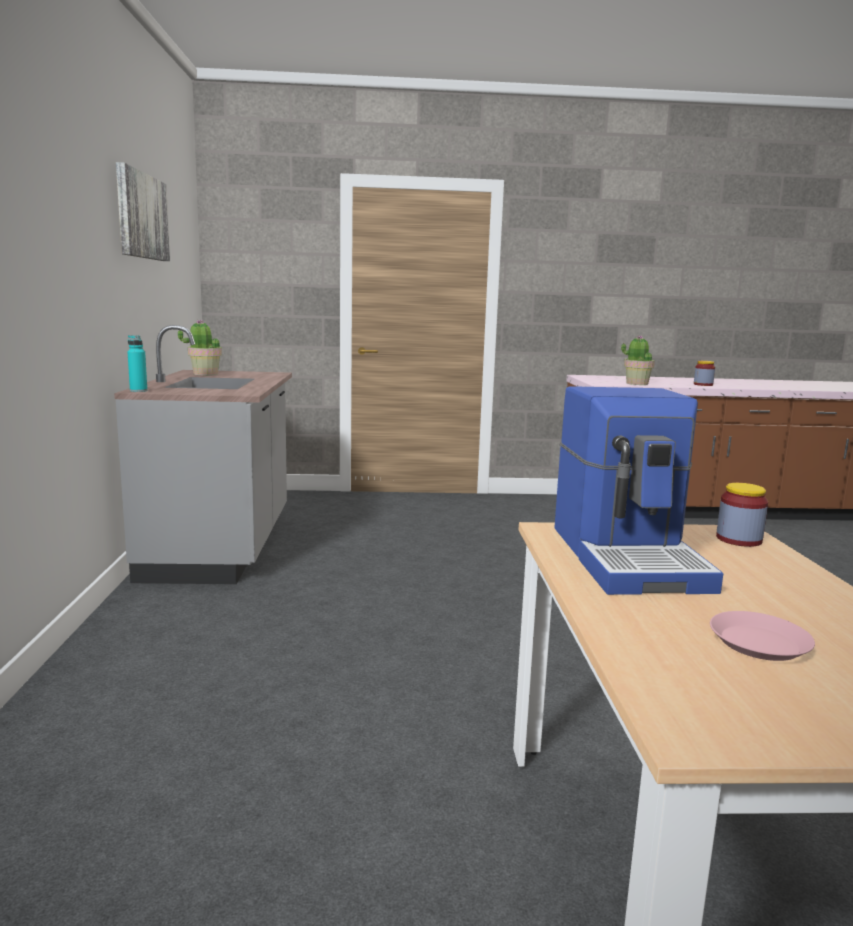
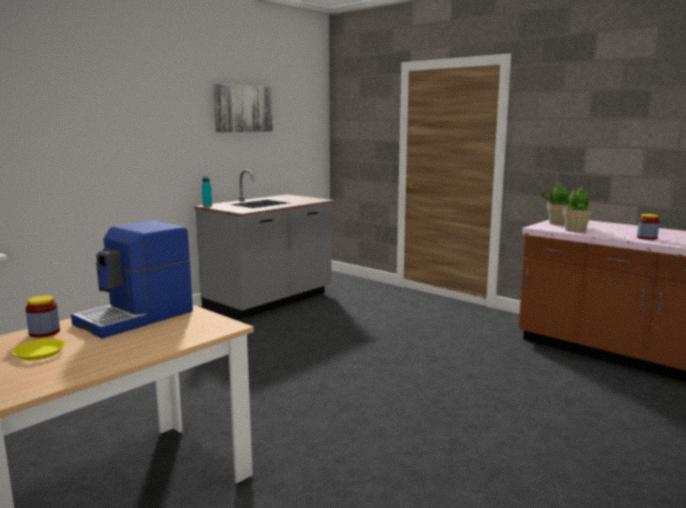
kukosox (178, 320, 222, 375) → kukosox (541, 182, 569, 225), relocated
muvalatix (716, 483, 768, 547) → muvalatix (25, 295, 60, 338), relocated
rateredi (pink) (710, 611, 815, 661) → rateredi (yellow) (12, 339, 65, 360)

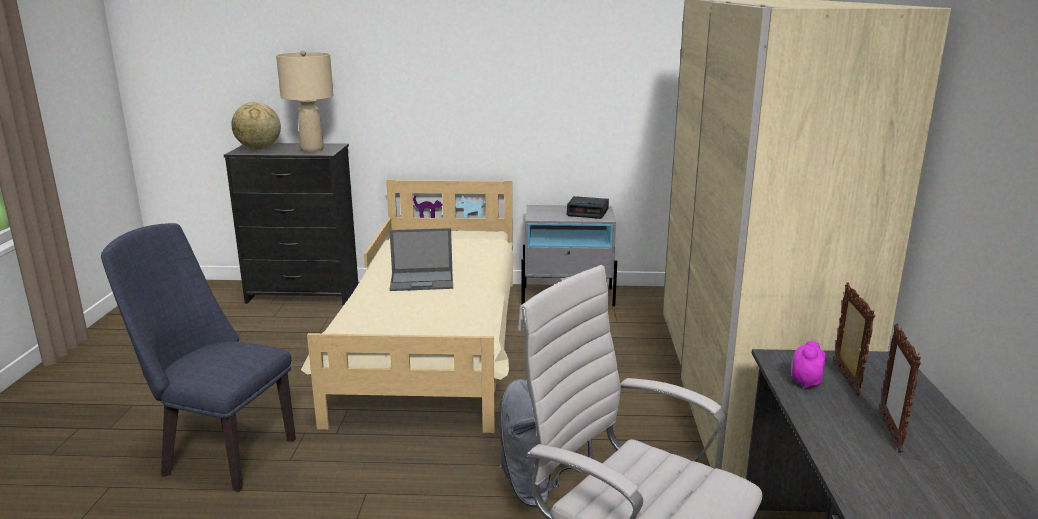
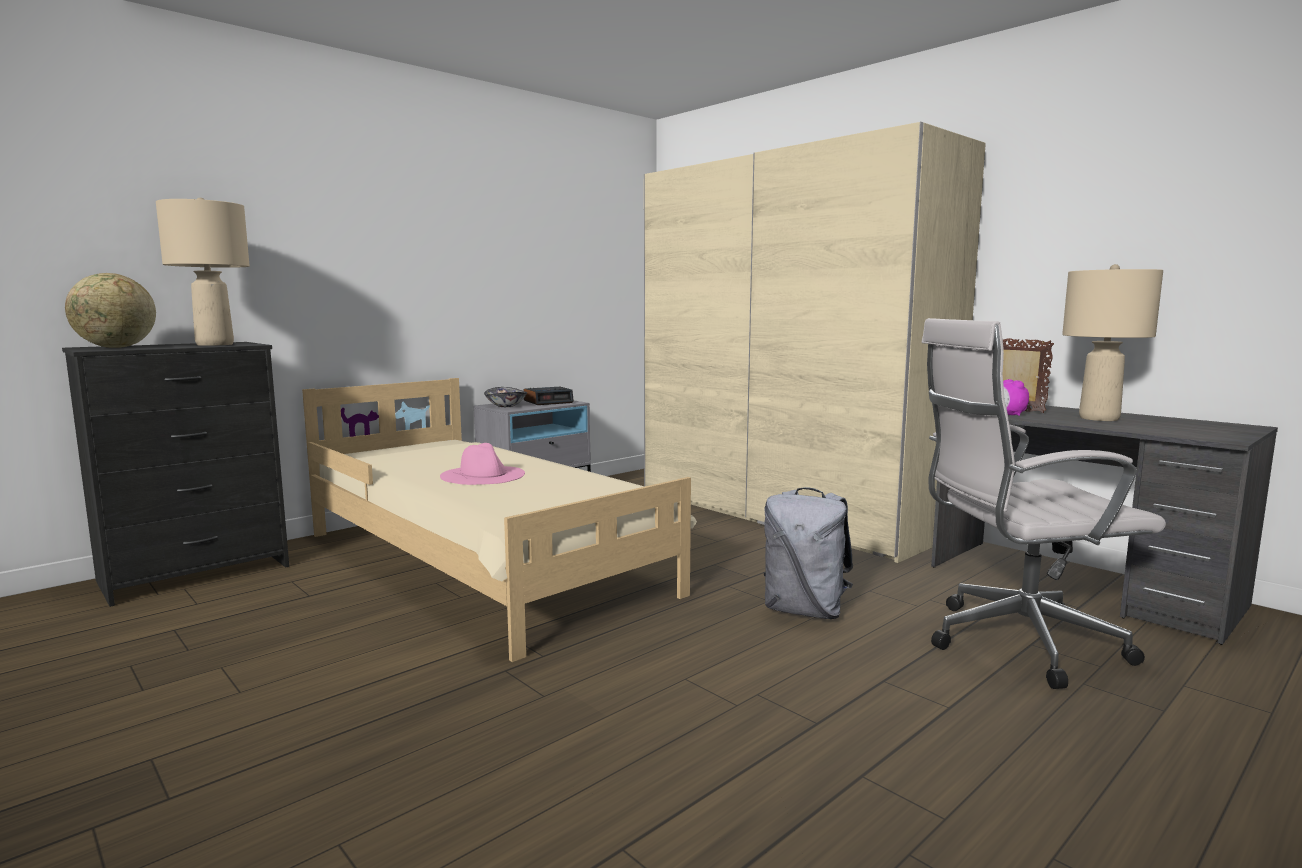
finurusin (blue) (101, 223, 296, 492) → -
- → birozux (484, 387, 527, 407)
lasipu (389, 228, 453, 291) → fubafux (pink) (440, 443, 525, 485)
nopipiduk (880, 324, 921, 453) → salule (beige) (1062, 264, 1163, 421)

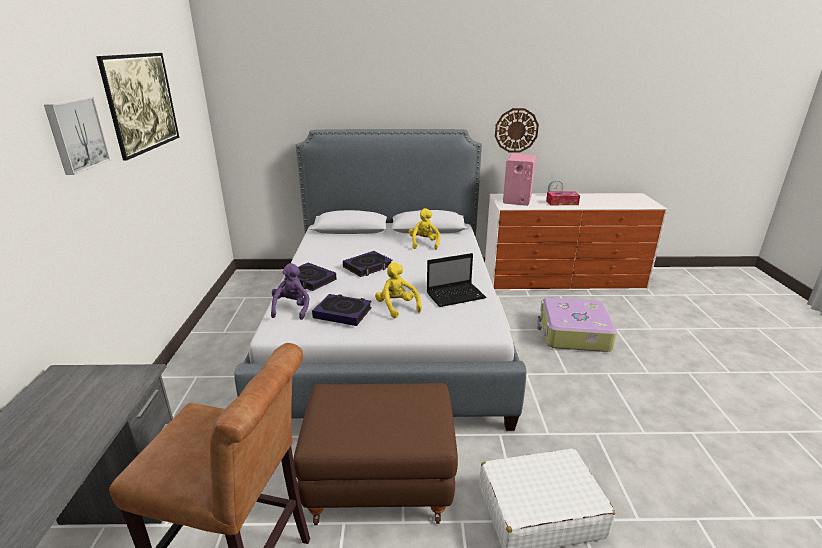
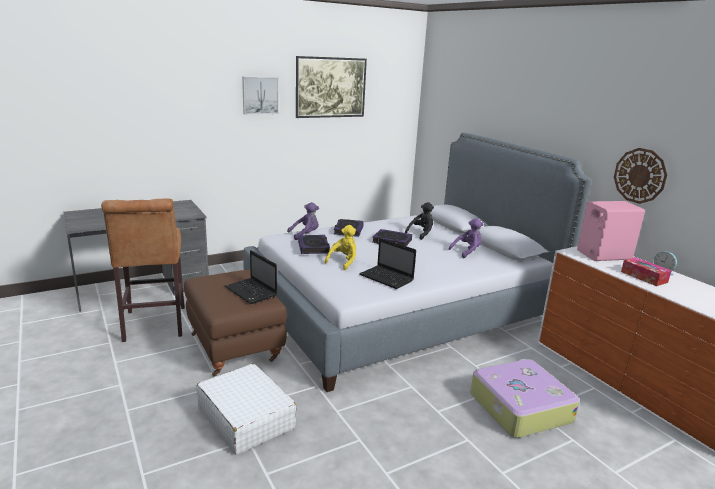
- → lasipu (225, 250, 277, 304)
- → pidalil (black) (405, 202, 434, 240)
pidalil (yellow) (409, 208, 440, 250) → pidalil (purple) (449, 218, 484, 258)

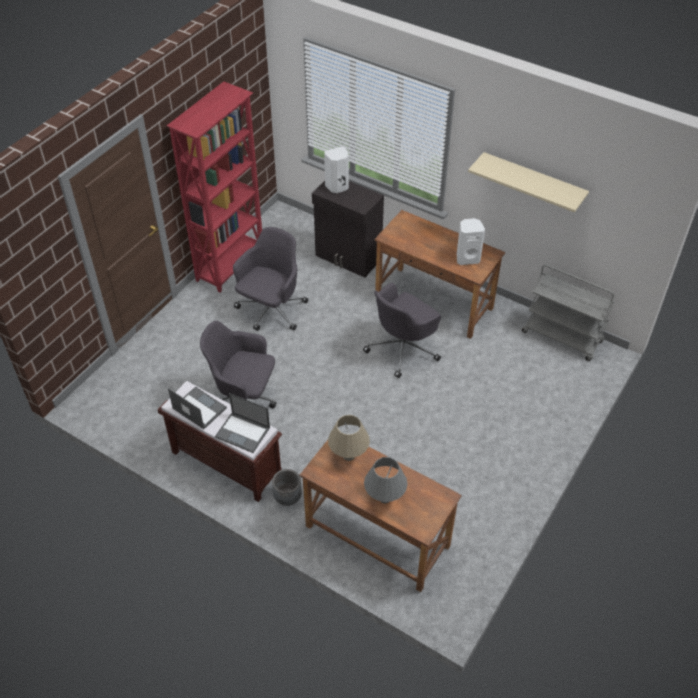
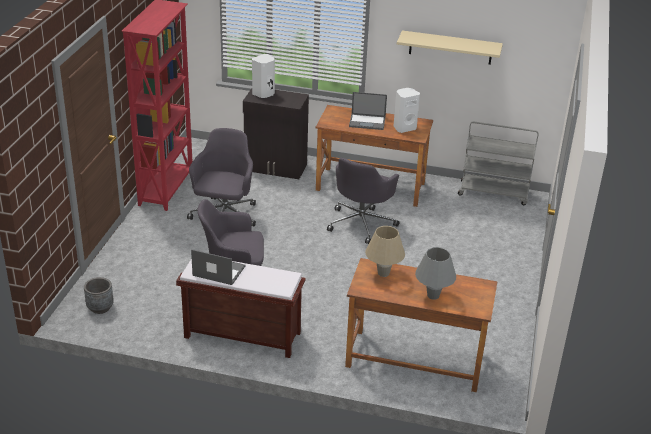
lasipu (215, 393, 270, 453) → lasipu (349, 92, 387, 130), relocated
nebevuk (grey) (272, 469, 302, 506) → nebevuk (grey) (84, 277, 114, 314), relocated

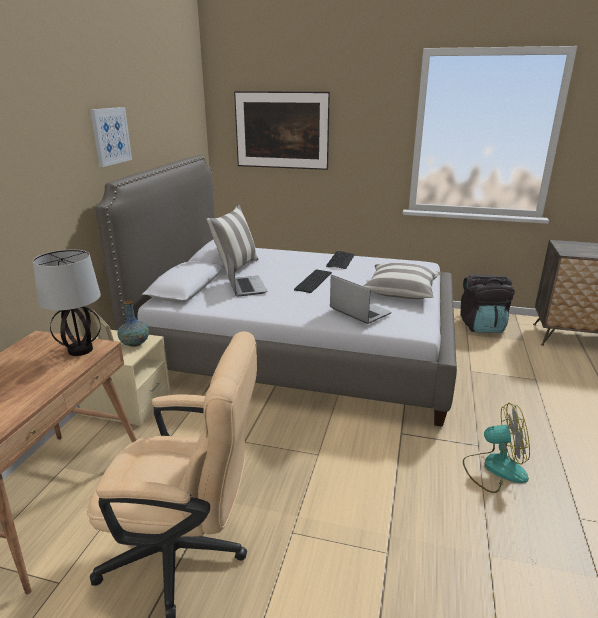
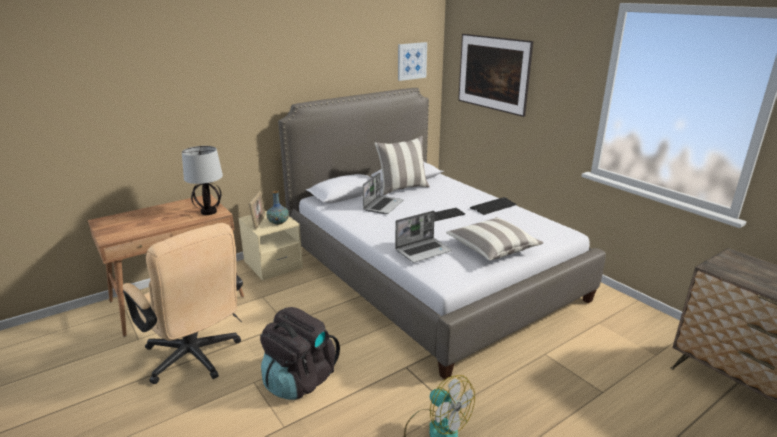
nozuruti (90, 107, 132, 167) → nozuruti (398, 42, 427, 81), relocated
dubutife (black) (461, 274, 515, 333) → dubutife (black) (260, 307, 340, 400), relocated
lasipu (330, 275, 391, 324) → lasipu (395, 211, 452, 263), 60 degrees clockwise

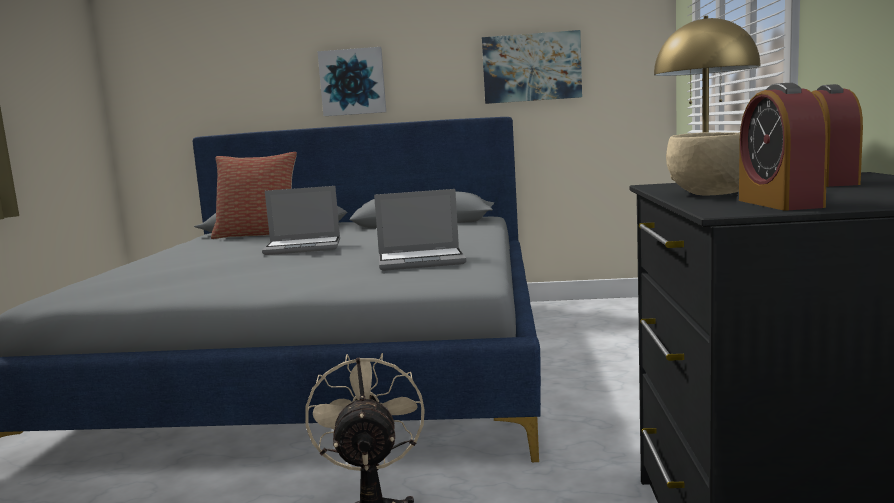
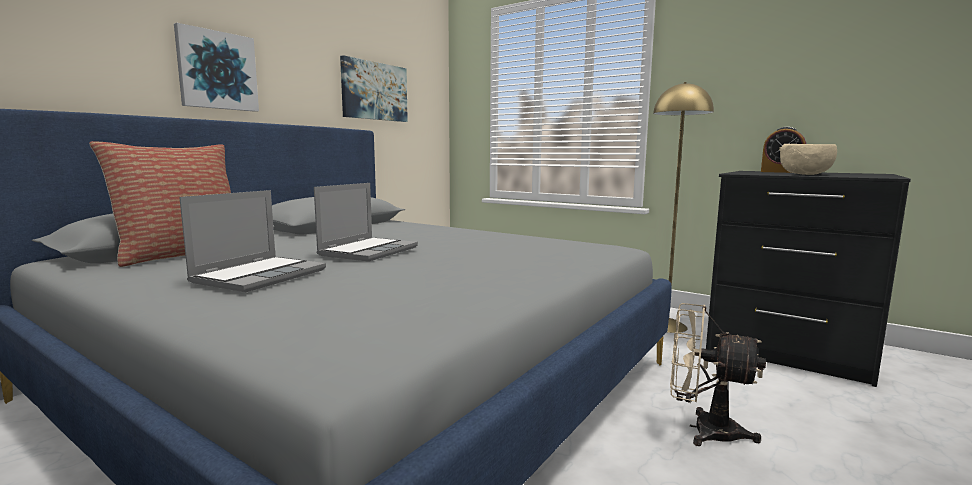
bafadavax (739, 83, 828, 210) → -
lasipu (374, 189, 466, 271) → lasipu (179, 190, 326, 292), relocated

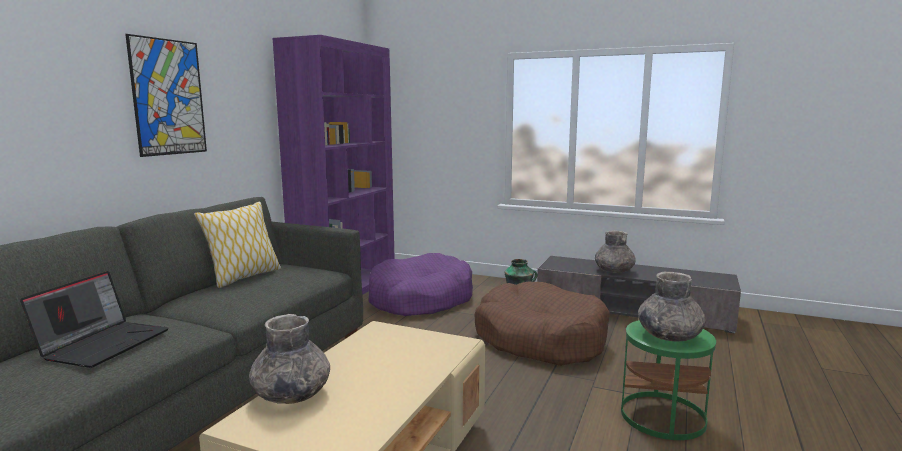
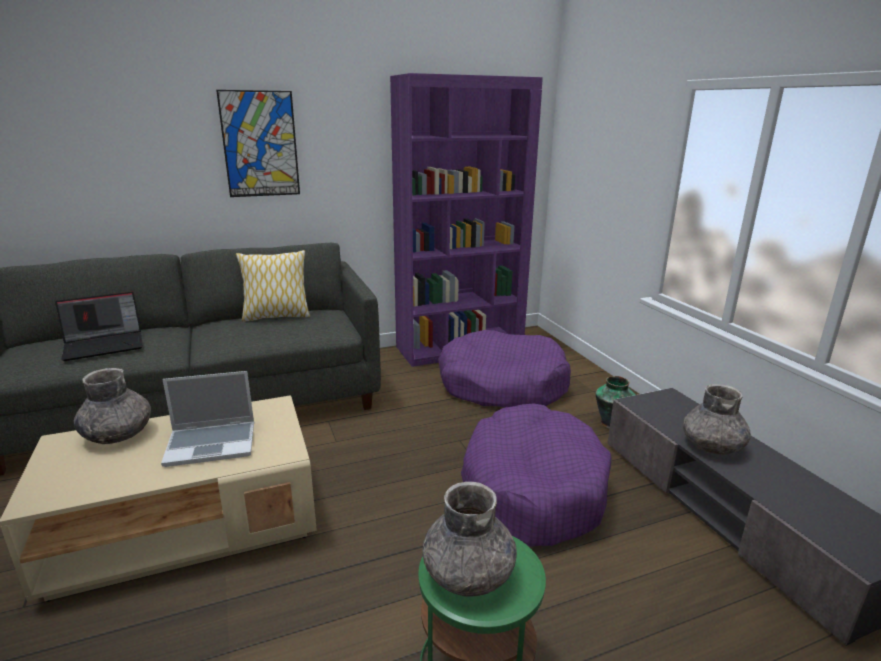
- → lasipu (161, 371, 254, 467)
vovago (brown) (475, 282, 610, 366) → vovago (purple) (461, 404, 612, 547)

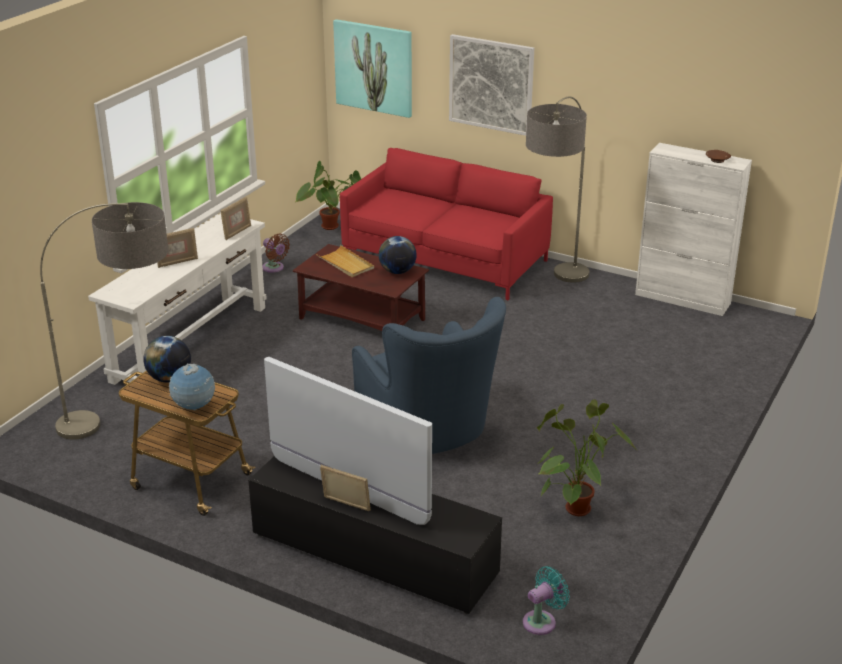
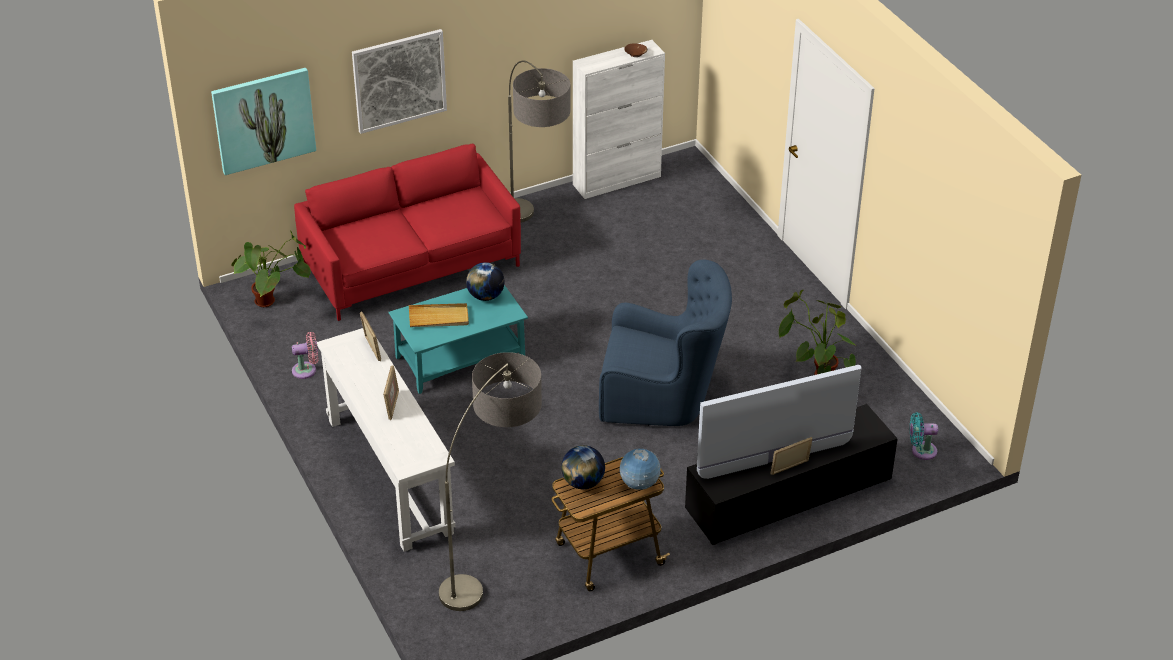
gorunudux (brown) (262, 234, 290, 273) → gorunudux (pink) (292, 332, 318, 379)
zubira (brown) (293, 244, 429, 331) → zubira (turquoise) (388, 285, 528, 394)
gorunudux (turquoise) (523, 566, 570, 635) → gorunudux (turquoise) (910, 412, 938, 460), 90 degrees counterclockwise

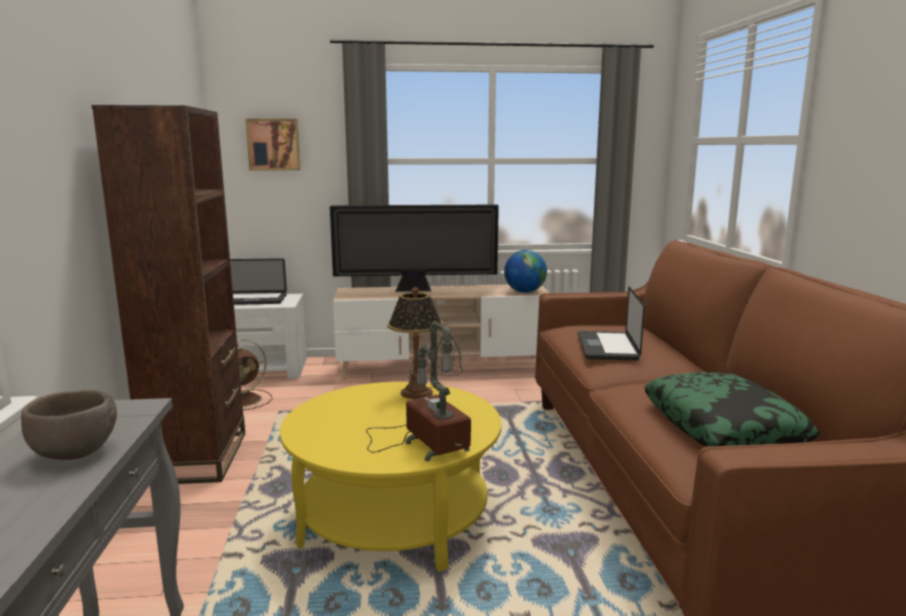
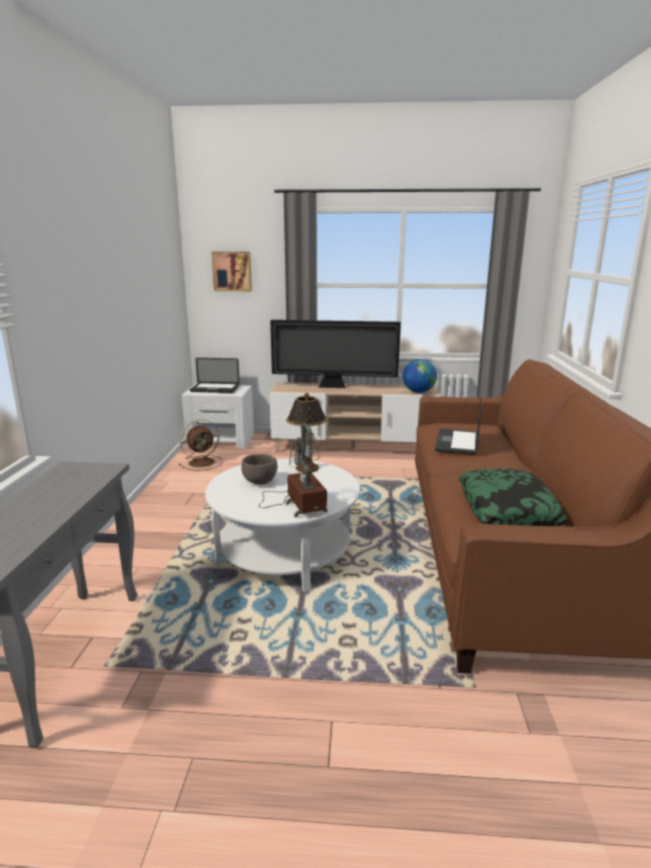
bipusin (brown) (92, 105, 245, 486) → -
birozux (brown) (21, 390, 117, 460) → birozux (brown) (242, 454, 278, 484), relocated
zubira (yellow) (280, 382, 501, 572) → zubira (white) (205, 459, 360, 592)

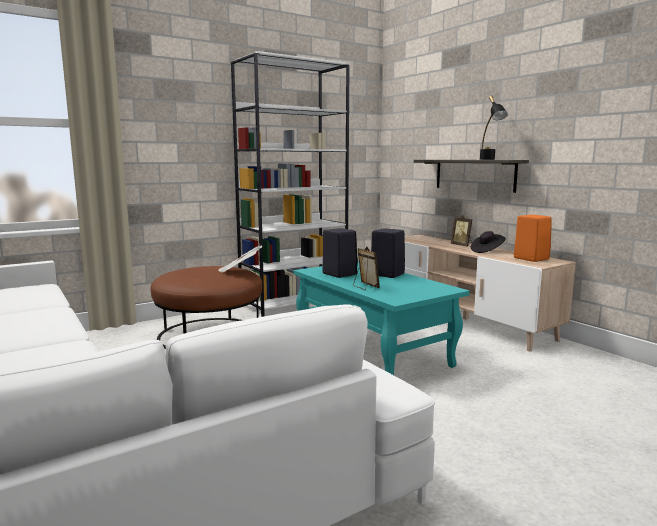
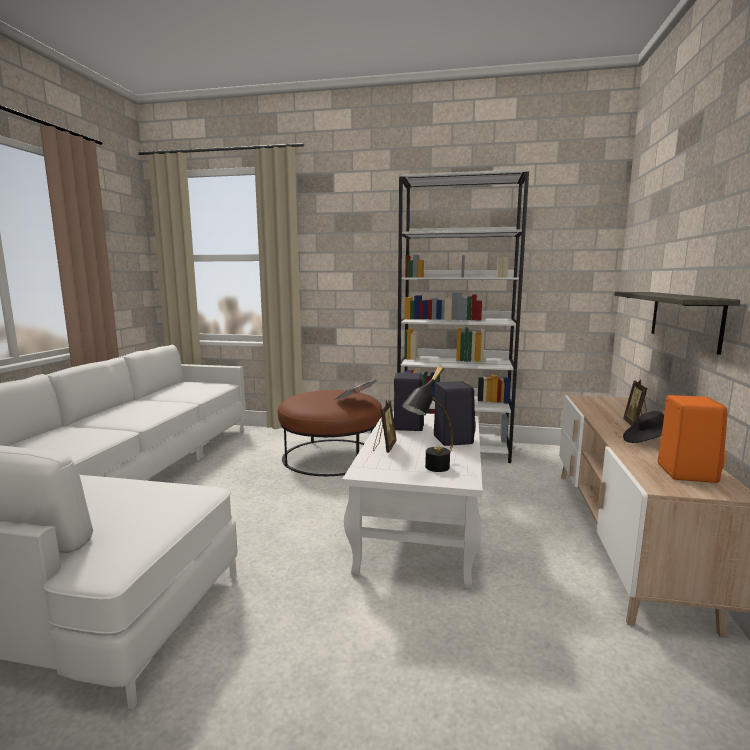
salule (black) (480, 96, 508, 160) → salule (black) (402, 366, 453, 472), relocated
zubira (turquoise) (293, 261, 470, 375) → zubira (white) (342, 412, 482, 589)

